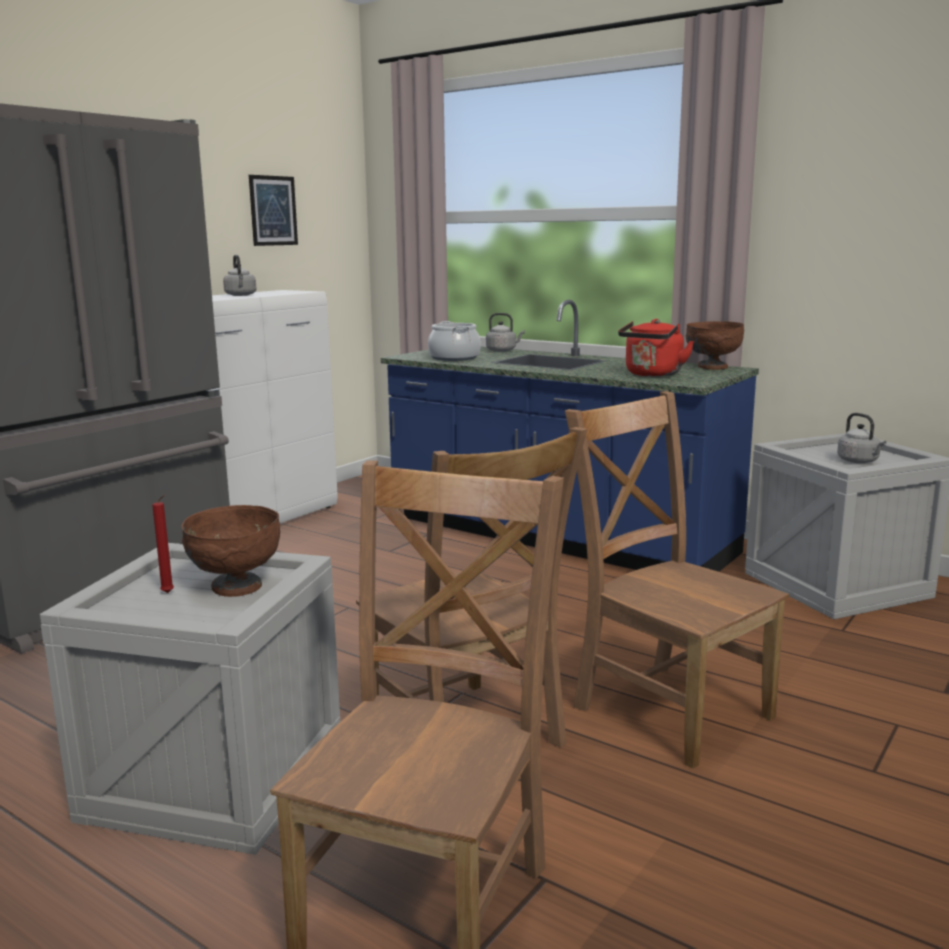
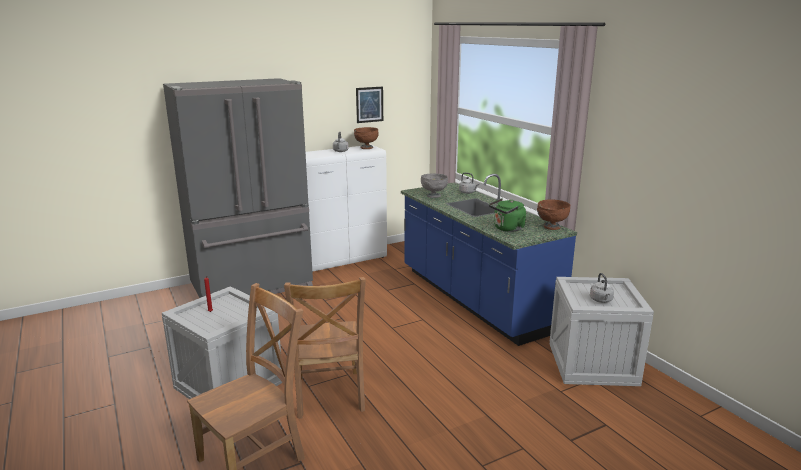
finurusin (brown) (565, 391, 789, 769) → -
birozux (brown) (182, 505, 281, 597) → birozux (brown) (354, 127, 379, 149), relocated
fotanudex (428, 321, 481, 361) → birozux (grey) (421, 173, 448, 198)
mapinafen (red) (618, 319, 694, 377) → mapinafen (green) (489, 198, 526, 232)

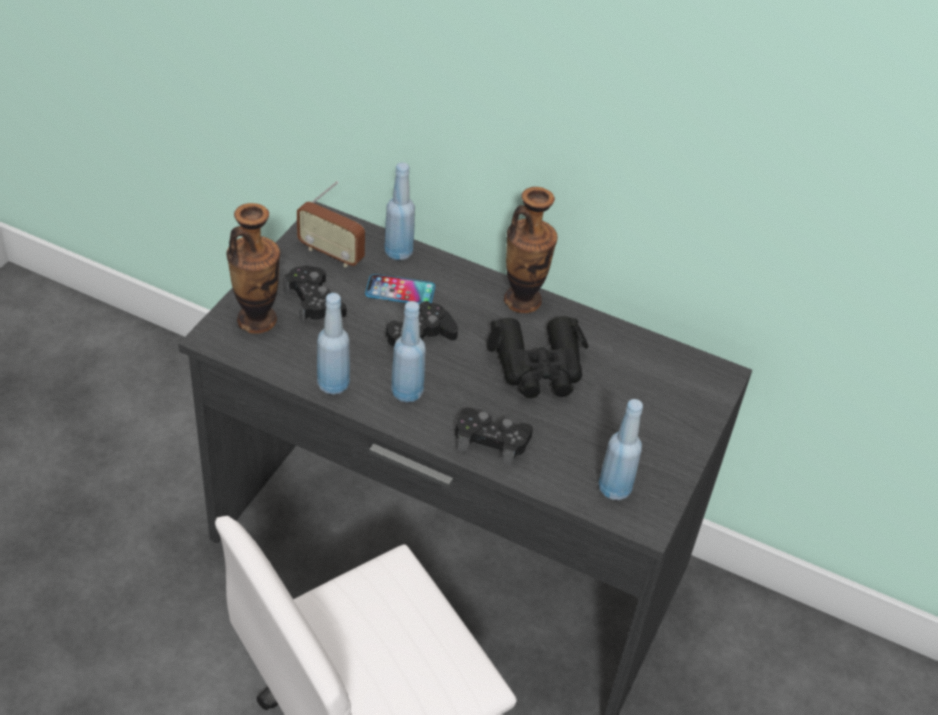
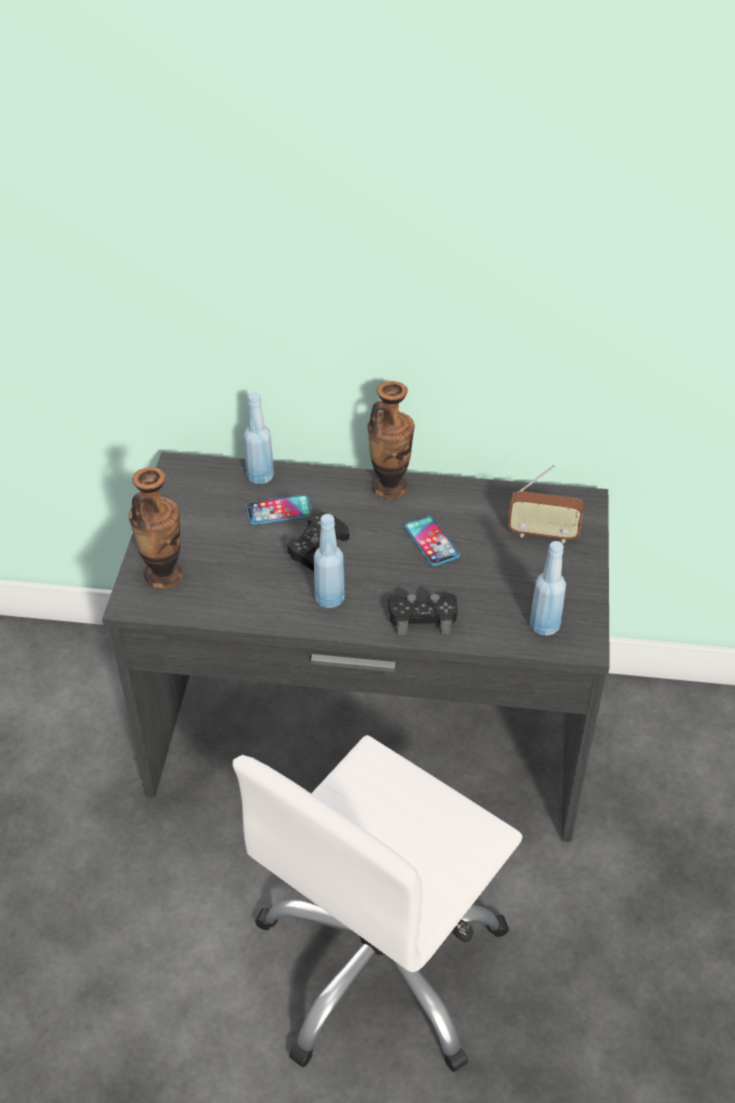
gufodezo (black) (283, 265, 346, 323) → -
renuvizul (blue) (317, 293, 350, 395) → -
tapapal (297, 181, 365, 267) → tapapal (508, 465, 584, 543), relocated
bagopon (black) (486, 316, 589, 398) → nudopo (404, 516, 460, 566)

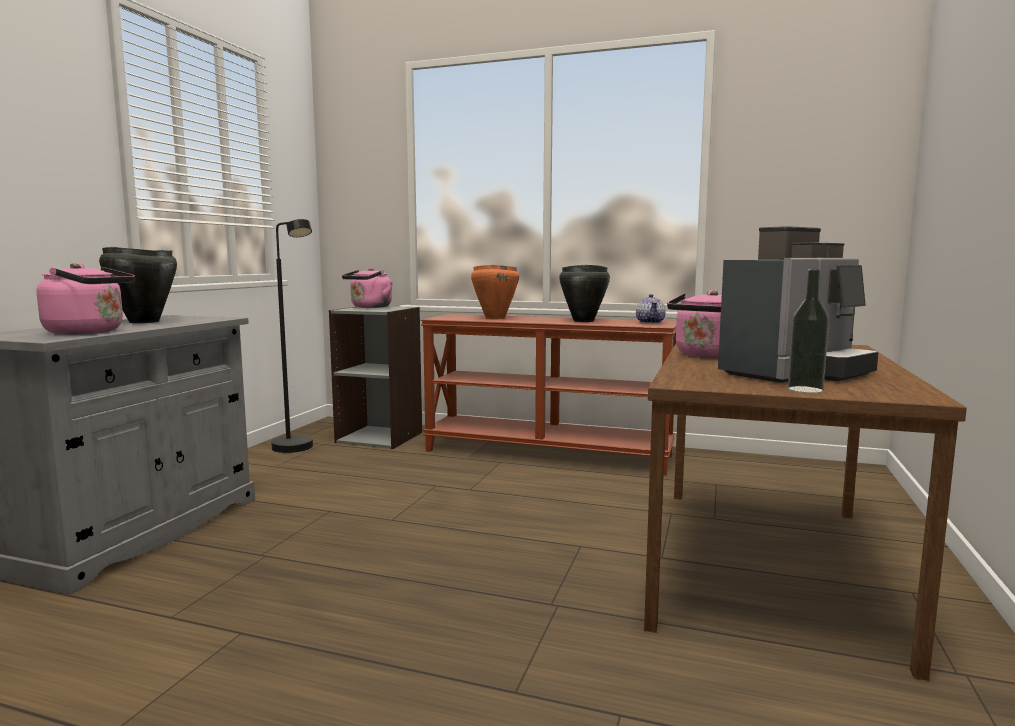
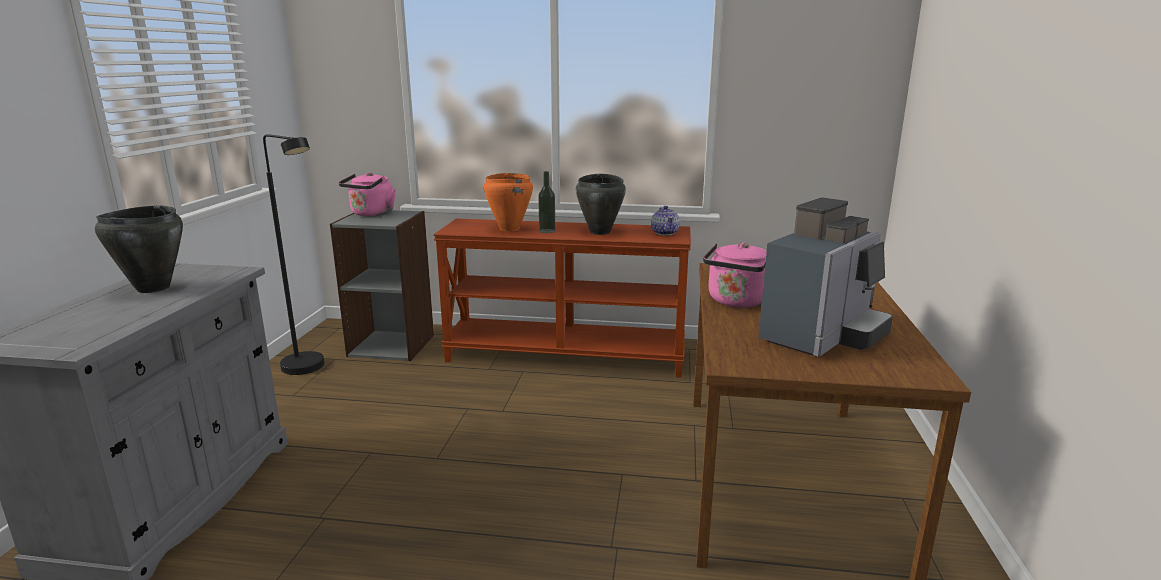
mapinafen (pink) (37, 263, 135, 334) → -
renuvizul (788, 270, 829, 393) → renuvizul (538, 171, 555, 233), relocated

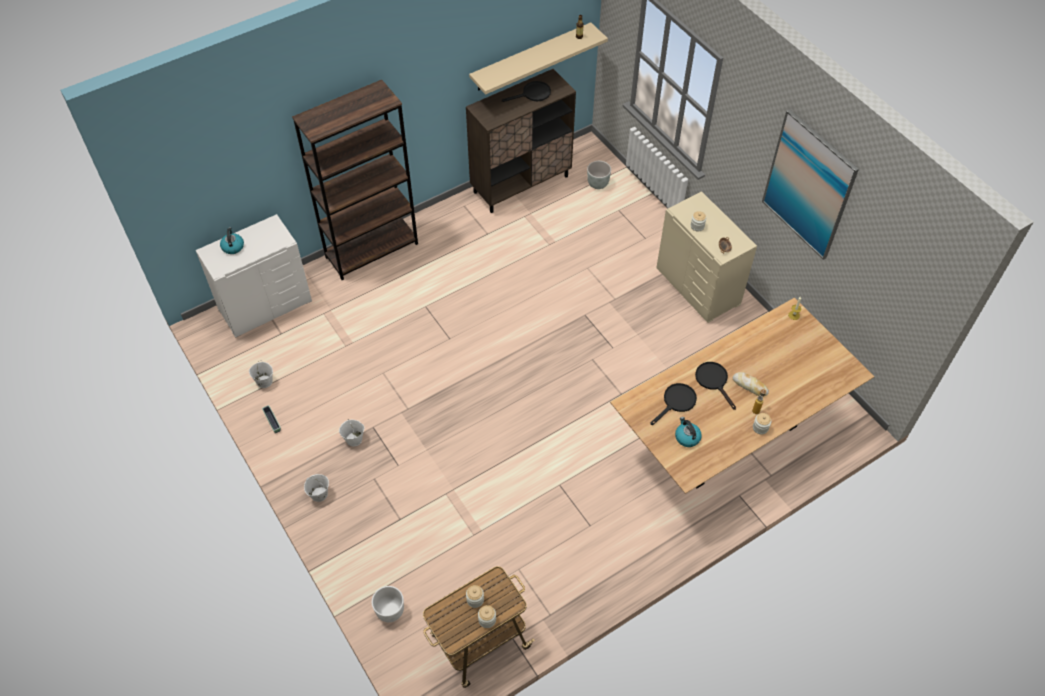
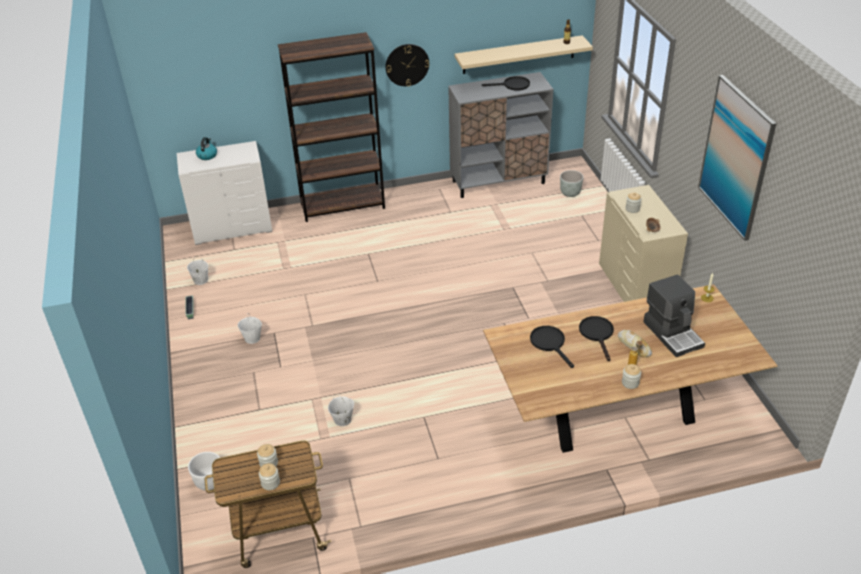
mapinafen (675, 417, 702, 447) → -
- → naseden (386, 44, 429, 87)
- → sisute (643, 274, 705, 357)
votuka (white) (304, 474, 329, 502) → votuka (white) (328, 395, 354, 426), relocated
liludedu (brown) (466, 69, 576, 213) → liludedu (grey) (448, 72, 553, 198)
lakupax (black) (651, 383, 697, 425) → lakupax (black) (530, 326, 574, 368), 90 degrees counterclockwise

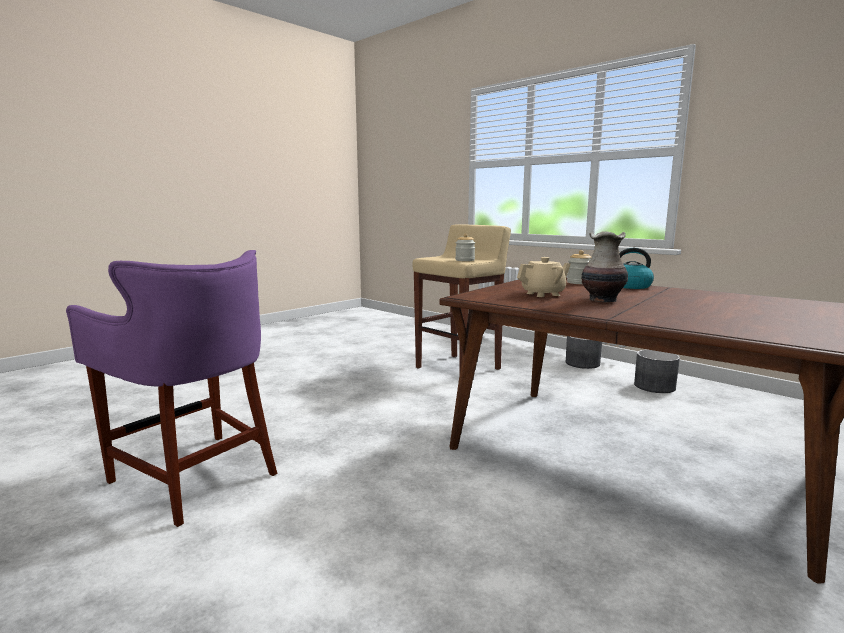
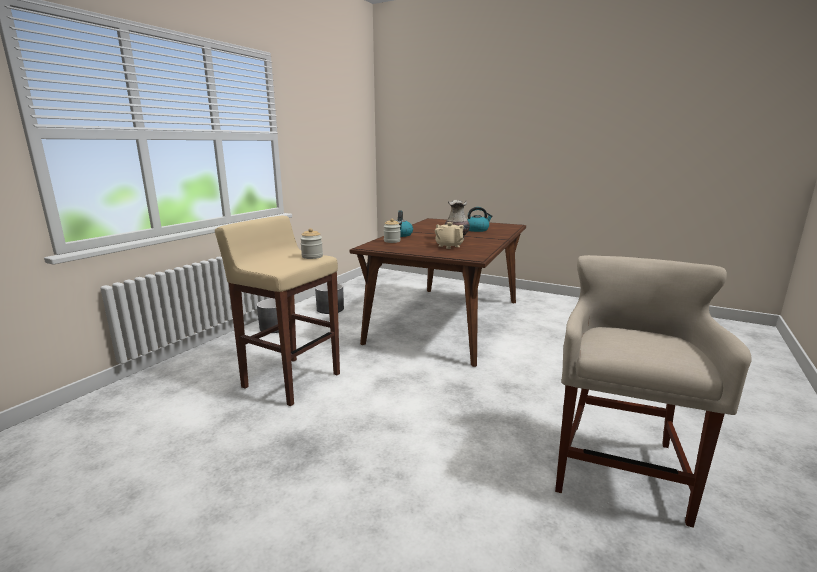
- → mapinafen (467, 207, 493, 232)
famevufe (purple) (66, 250, 277, 527) → famevufe (beige) (555, 255, 751, 528)

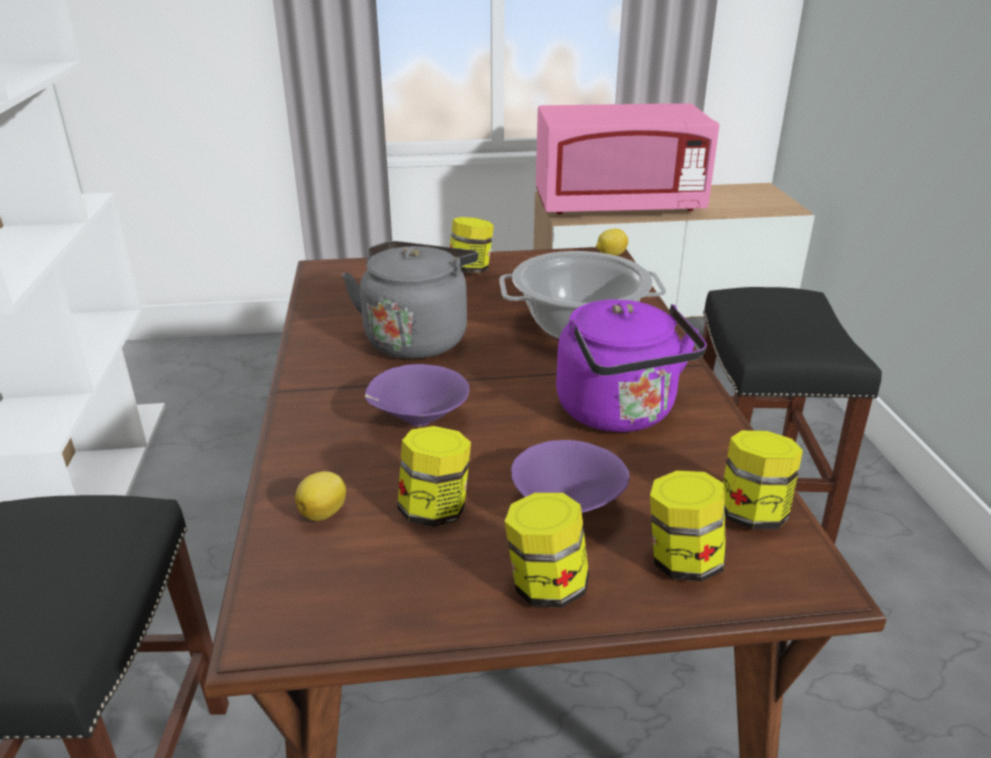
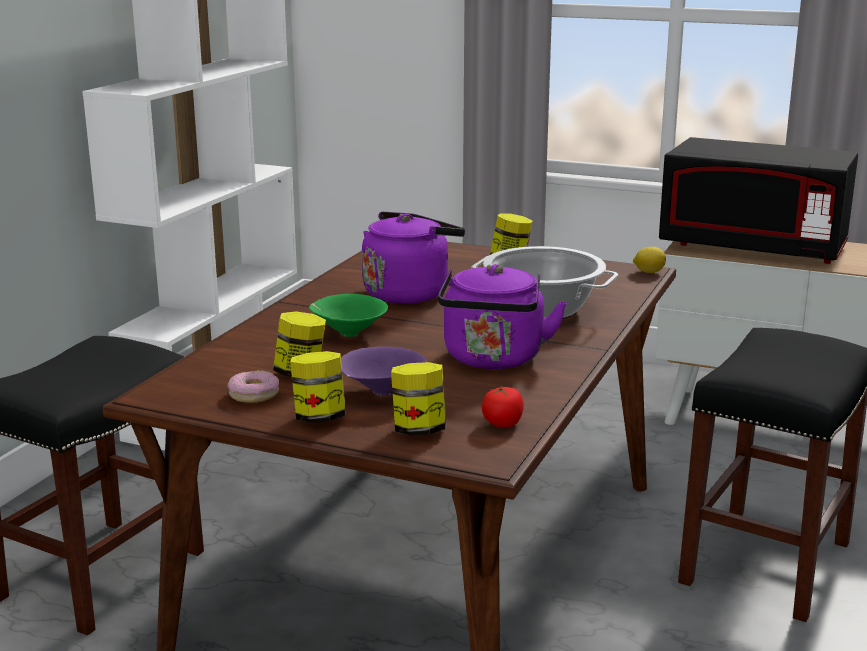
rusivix (295, 471, 346, 521) → -
- → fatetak (227, 370, 279, 403)
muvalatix (723, 430, 803, 529) → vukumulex (482, 387, 524, 428)
mapinafen (grey) (342, 241, 478, 359) → mapinafen (purple) (362, 212, 465, 304)
birozux (purple) (365, 364, 469, 426) → birozux (green) (309, 294, 388, 337)
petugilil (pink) (536, 103, 719, 214) → petugilil (black) (659, 137, 858, 264)

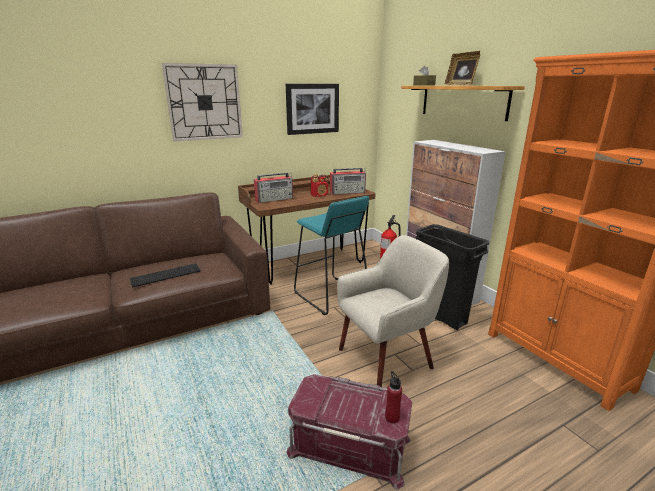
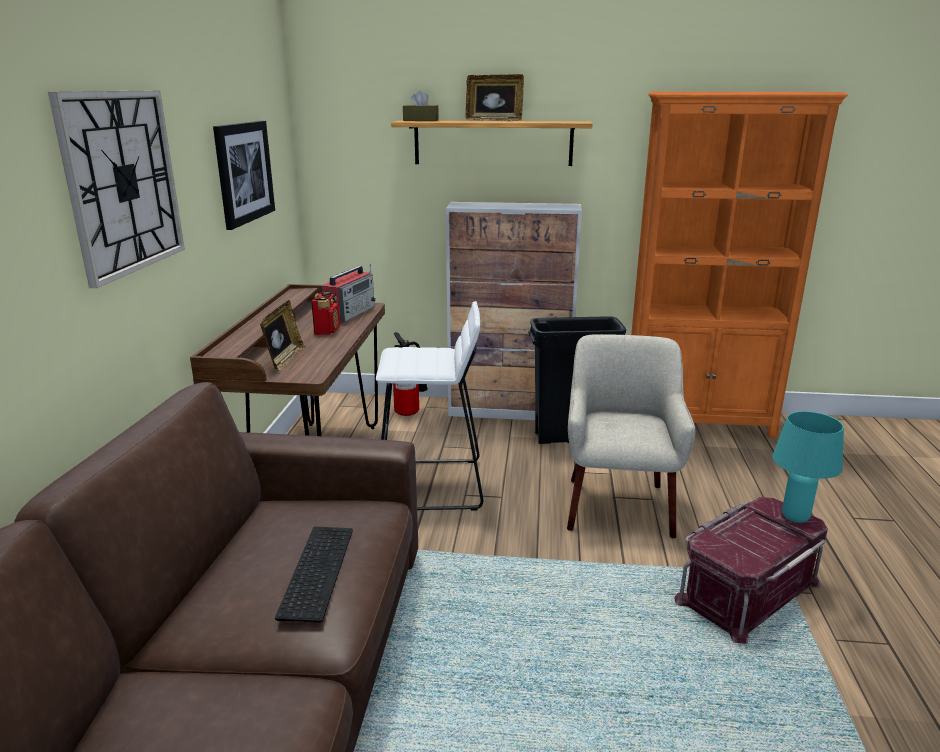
tapapal (254, 173, 293, 203) → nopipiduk (260, 300, 305, 371)
renuvizul (red) (385, 371, 402, 424) → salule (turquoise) (772, 411, 844, 523)
famevufe (turquoise) (294, 196, 369, 315) → famevufe (white) (376, 301, 483, 511)

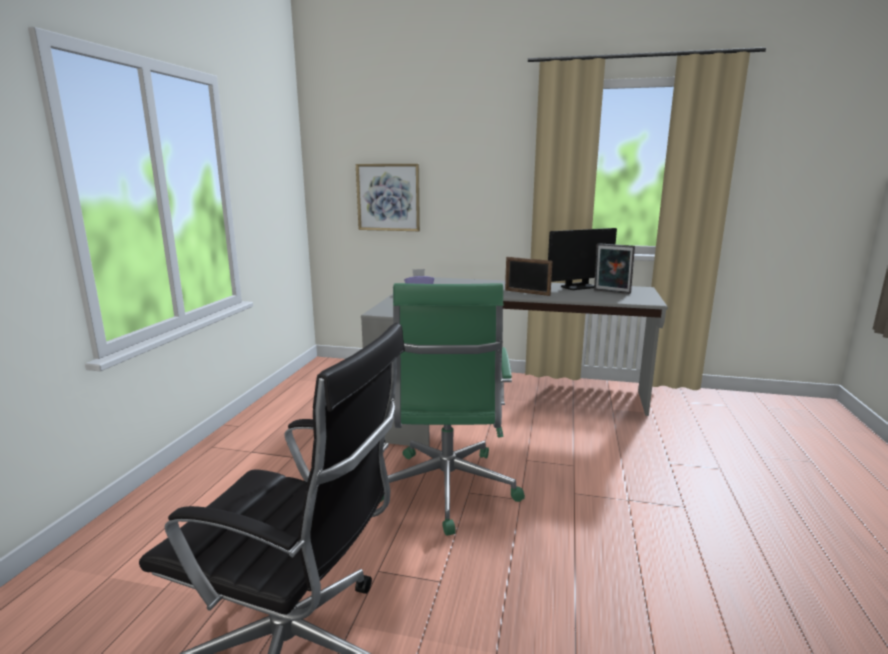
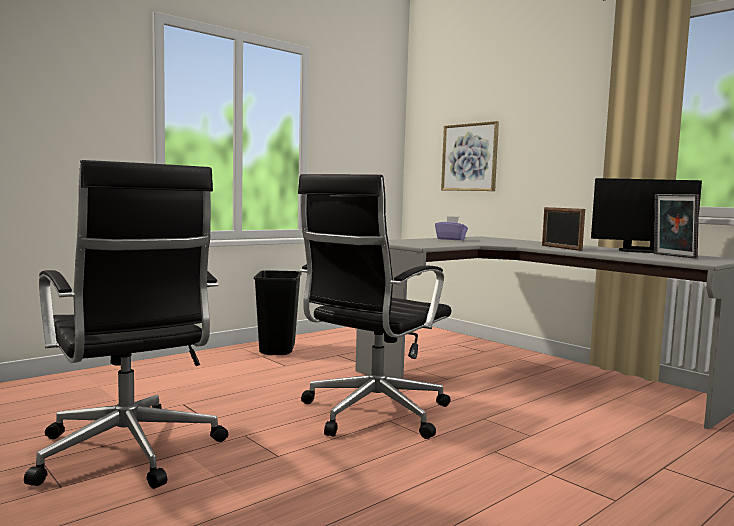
- → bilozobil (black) (254, 270, 302, 355)
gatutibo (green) (380, 283, 525, 536) → gatutibo (black) (298, 174, 451, 439)

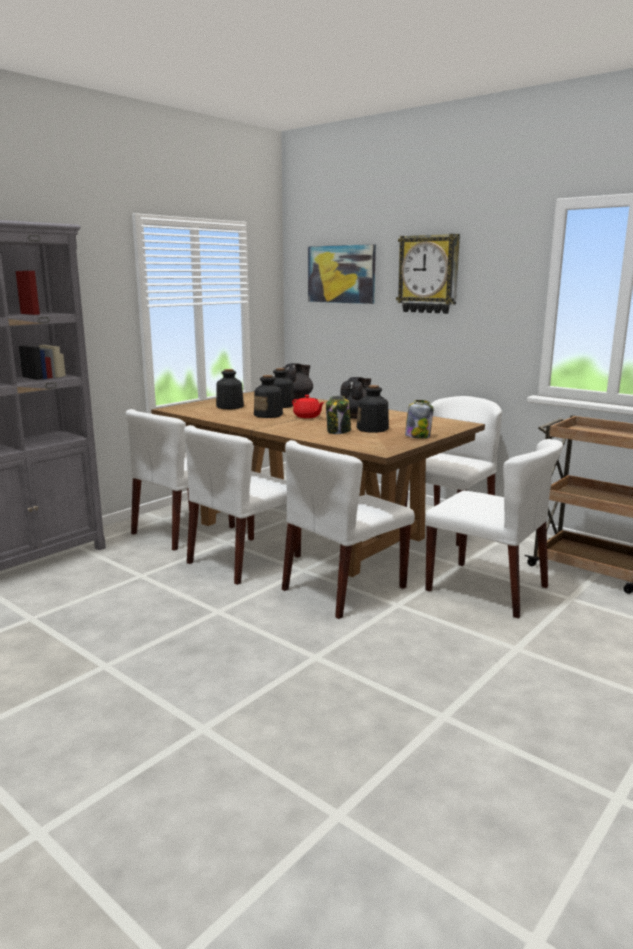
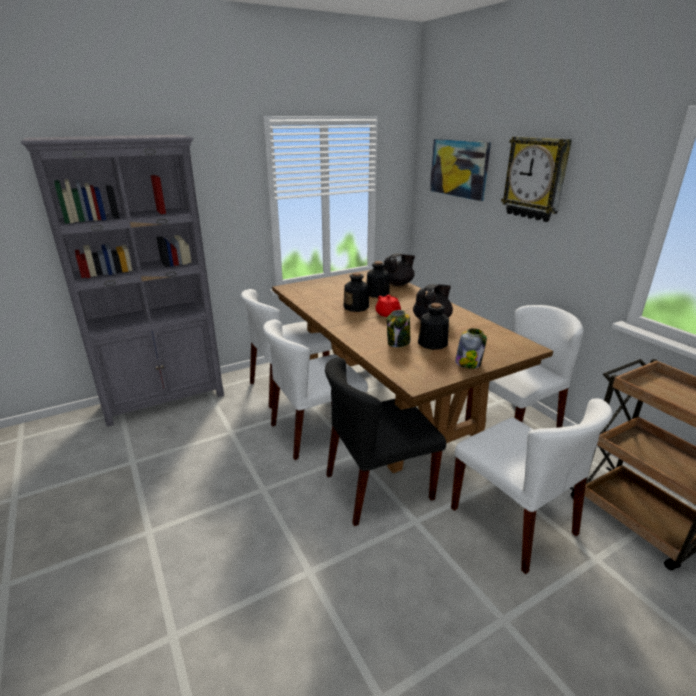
renuvizul (216, 369, 244, 409) → -
finurusin (white) (282, 440, 415, 619) → finurusin (black) (325, 357, 446, 526)

